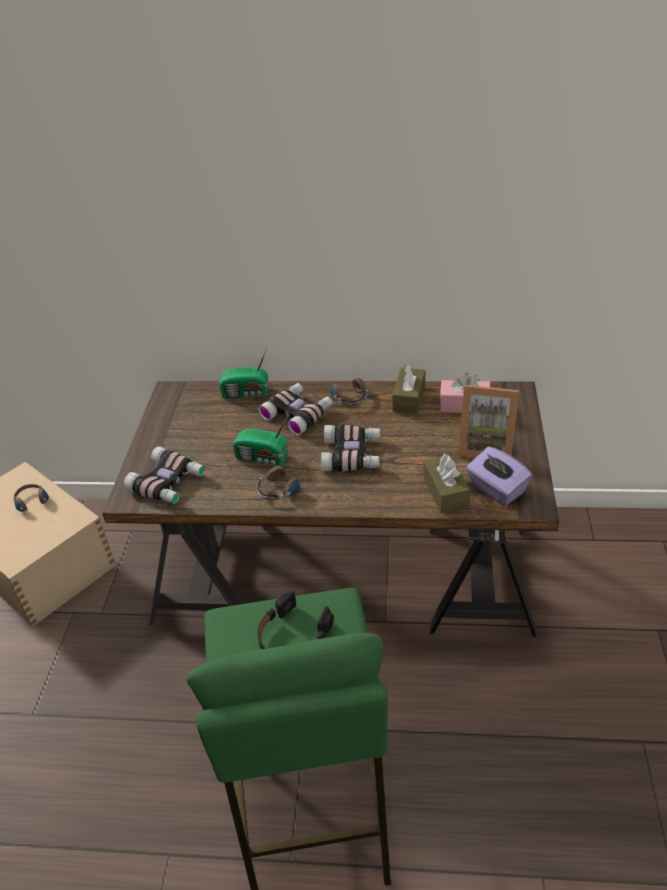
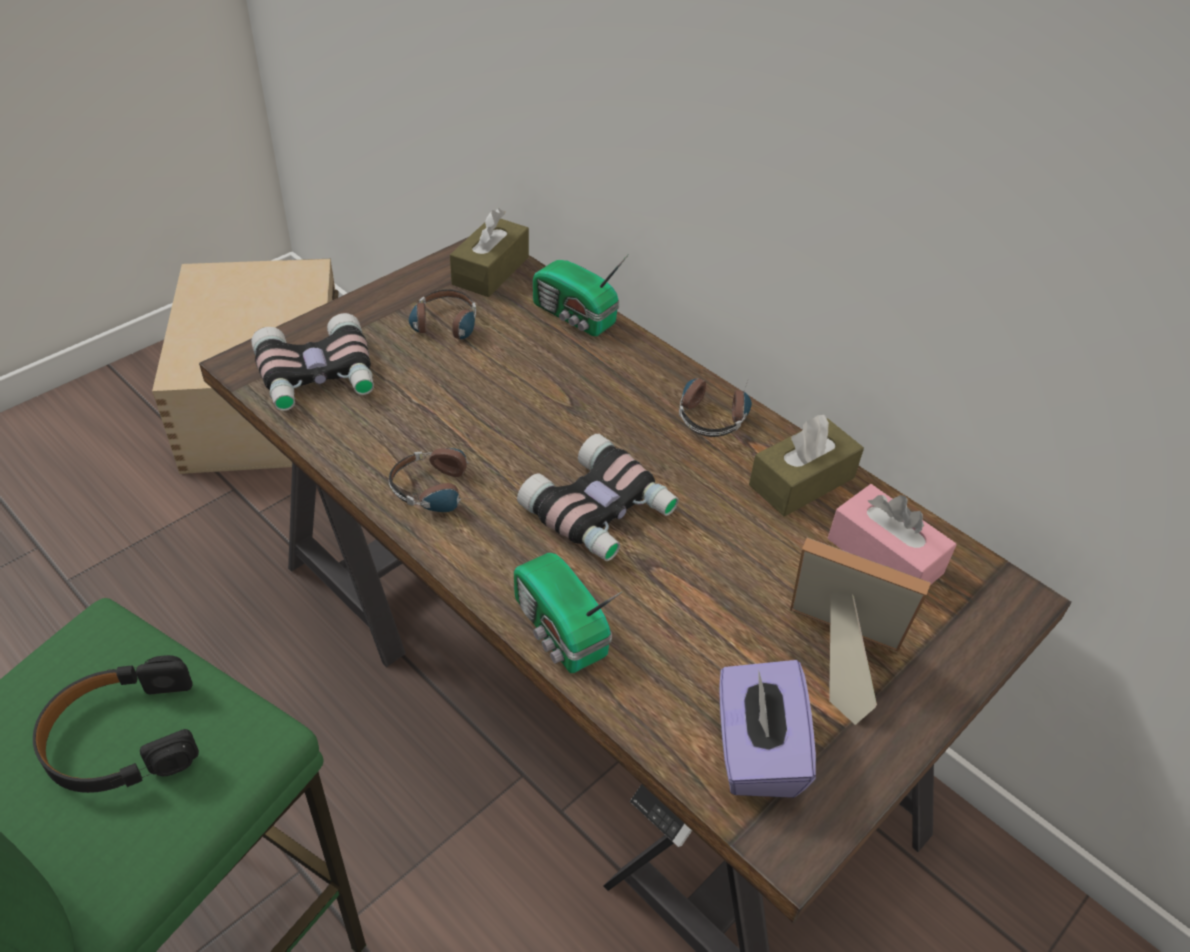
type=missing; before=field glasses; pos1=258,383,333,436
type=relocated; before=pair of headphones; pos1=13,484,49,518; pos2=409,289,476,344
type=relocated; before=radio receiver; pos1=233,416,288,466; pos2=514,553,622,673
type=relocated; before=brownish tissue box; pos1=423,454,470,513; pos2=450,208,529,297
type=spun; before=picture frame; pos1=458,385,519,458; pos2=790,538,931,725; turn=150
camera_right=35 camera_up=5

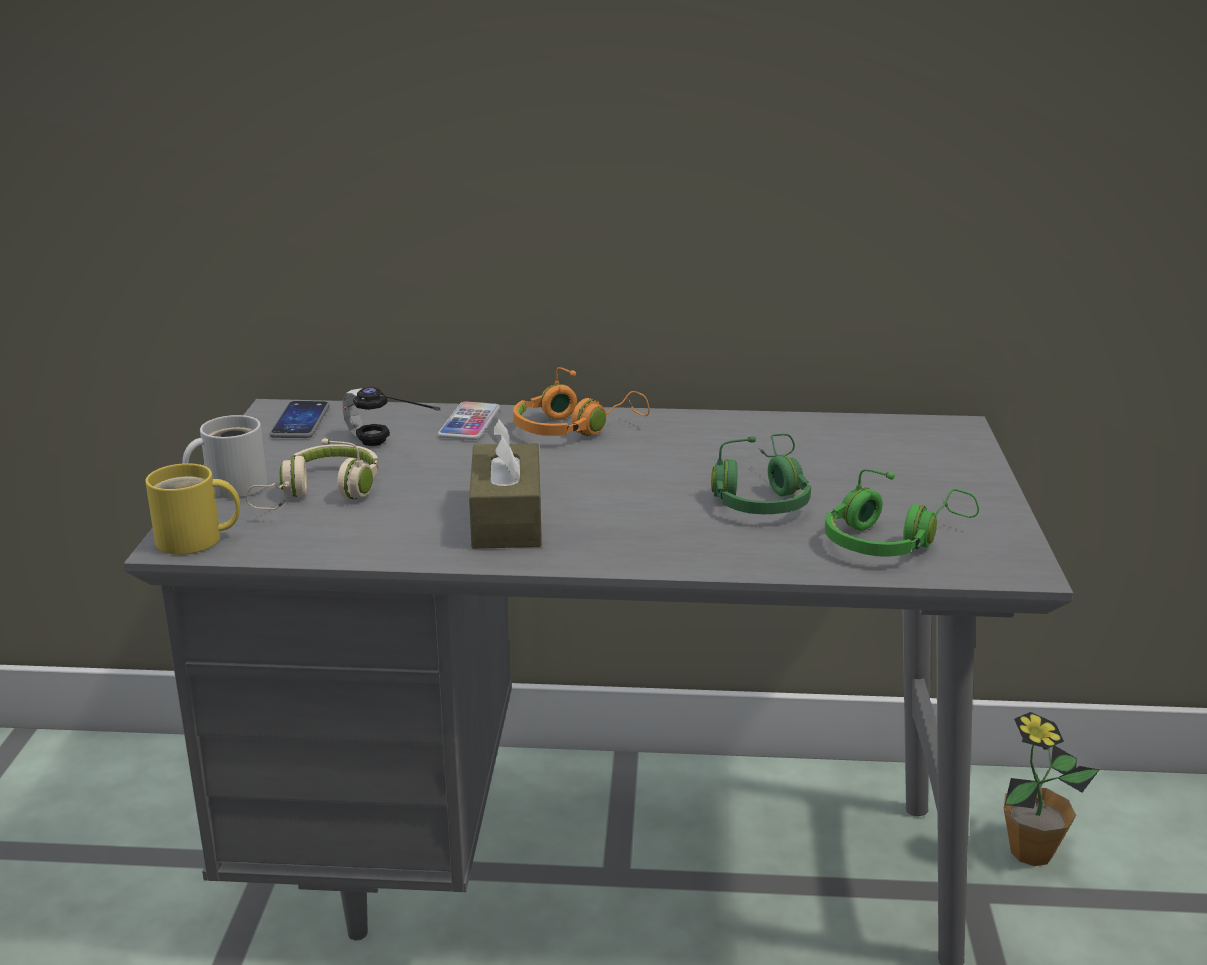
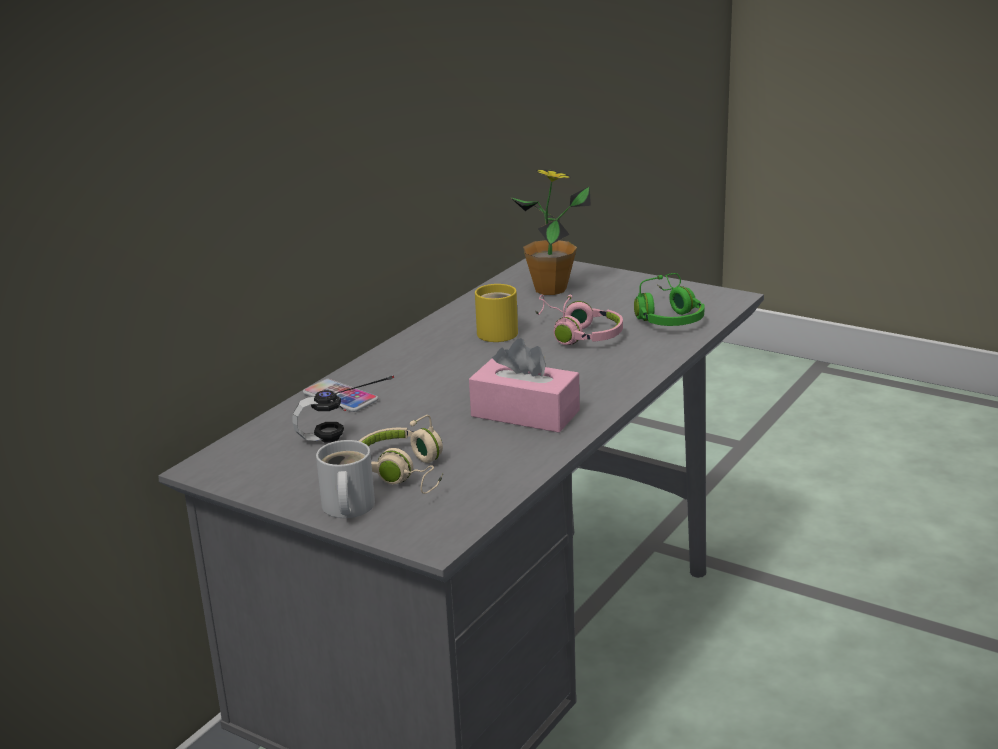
type=missing; before=handset; pos1=270,401,330,438
type=missing; before=orange-coloured pair of headphones; pos1=513,367,650,436
type=relocated; before=yellowish coffee mug; pos1=145,463,240,555; pos2=475,284,518,342
type=relocated; before=plant in a pot; pos1=1004,712,1099,866; pos2=510,169,591,295
type=colour; before=brownish tissue box; after=pink-coloured tissue box; pos1=469,418,542,549; pos2=469,338,580,433
type=colour; before=greenish pair of headphones; after=pink-coloured pair of headphones; pos1=711,434,811,514; pos2=535,295,623,345
camera_right=-60 camera_up=0

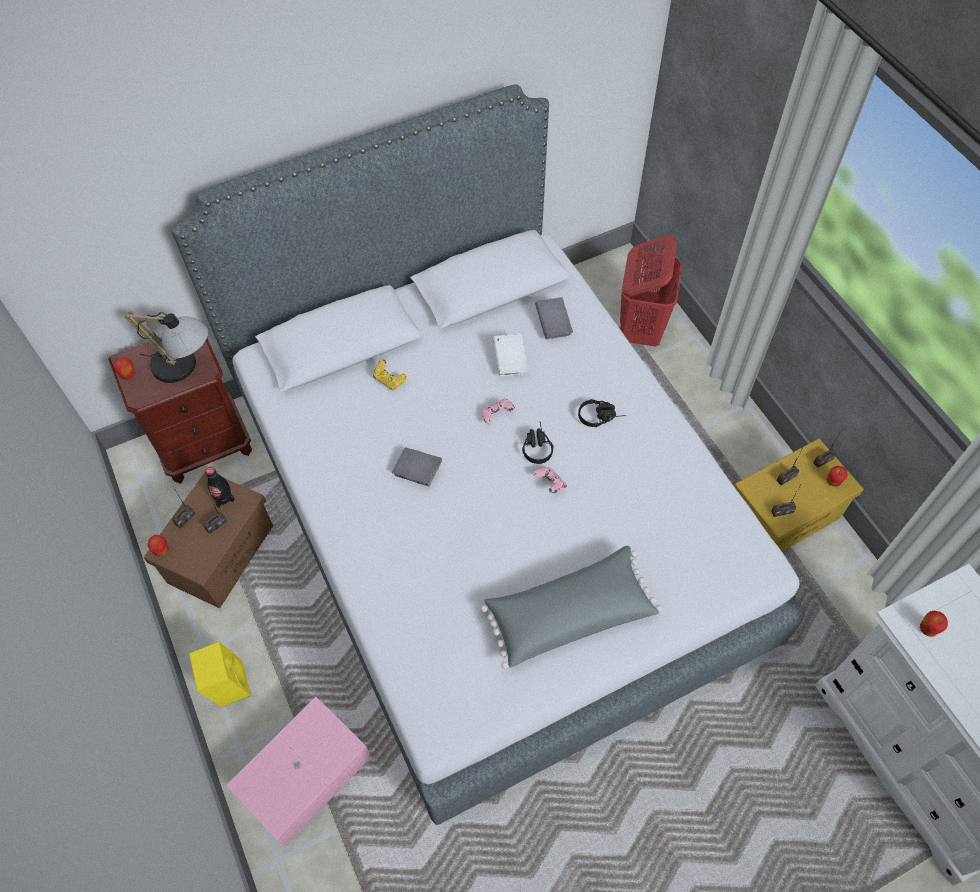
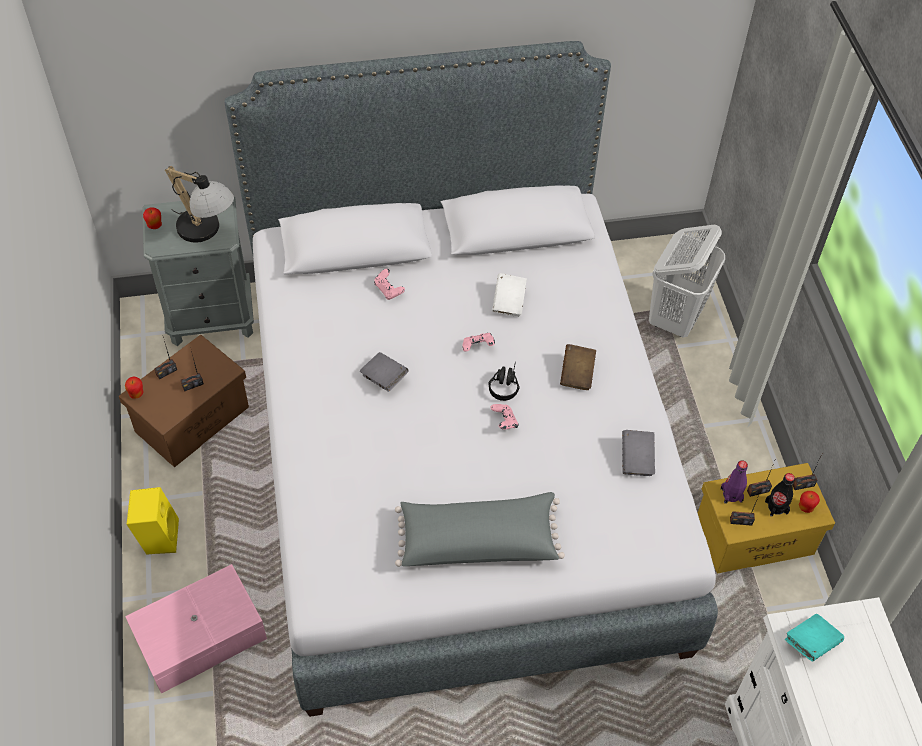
type=appeared; after=purple-coloured bottle; pos2=721,460,748,504
type=relocated; before=black-coloured bottle; pos1=205,467,235,508; pos2=765,473,795,517
type=relocated; before=gray book; pos1=535,297,573,339; pos2=622,430,655,476
type=exchanged; before=black-coloured pair of headphones; after=brownish book; pos1=578,399,626,427; pos2=560,344,596,390
type=exchanged; before=apple fruit; after=blue-green book; pos1=920,611,948,637; pos2=785,614,844,662
type=colour; before=brownish night table; after=gray night table; pos1=108,337,252,484; pos2=142,197,254,346
type=colour; before=yellowish joypad; after=pink-coloured joypad; pos1=373,359,407,390; pos2=374,269,405,300
type=colour; before=reddish hamper; after=white hamper; pos1=620,235,682,347; pos2=649,225,725,338
camera_right=15 camera_up=-5

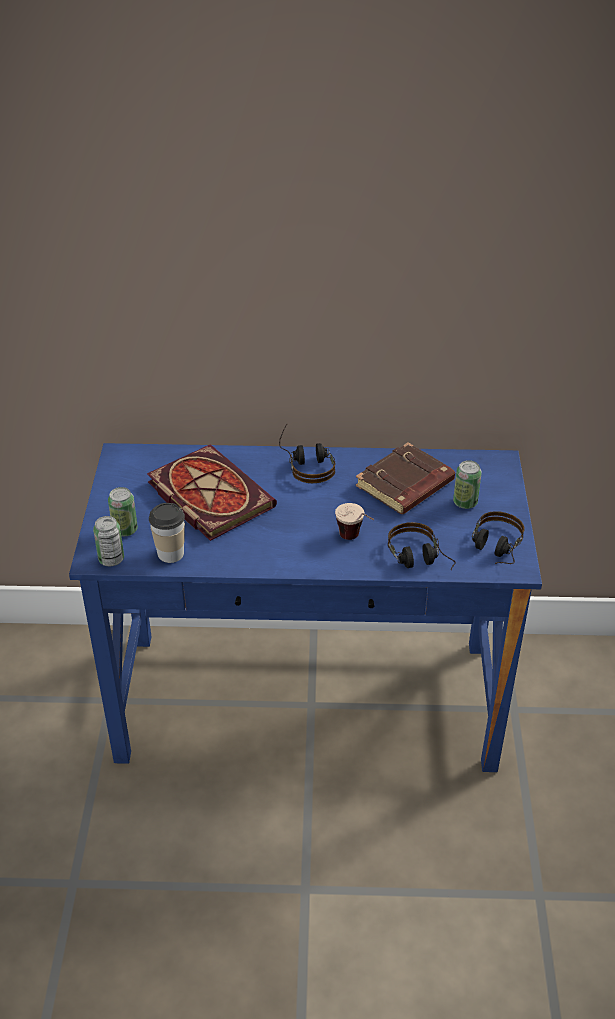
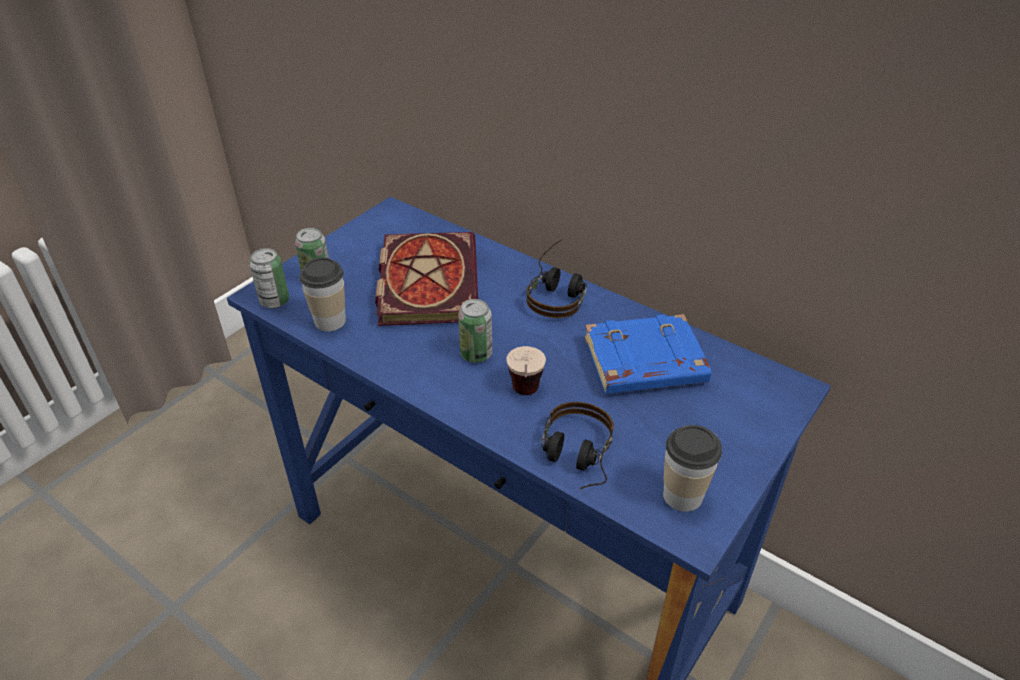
type=relocated; before=sealed can; pos1=453,460,482,509; pos2=458,299,492,363
type=exchanged; before=pair of headphones; after=drinking cup; pos1=472,511,525,564; pos2=663,425,722,512
type=colour; before=brownish book; after=blue book; pos1=356,442,455,514; pos2=585,314,711,394
camera_right=35 camera_up=0

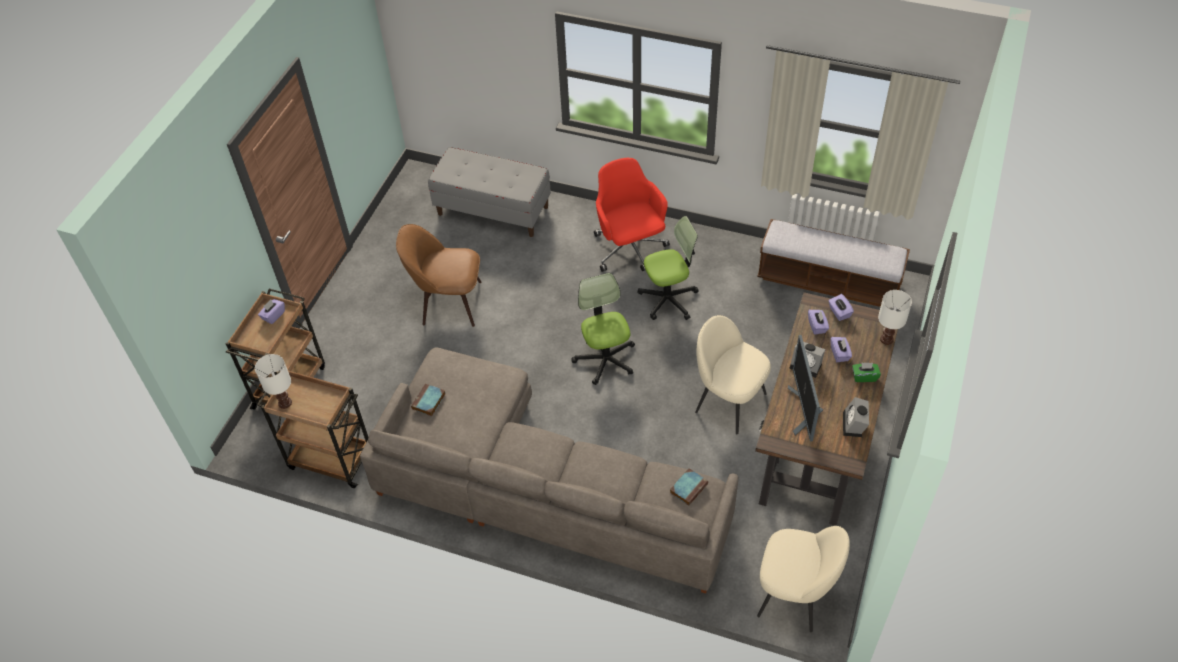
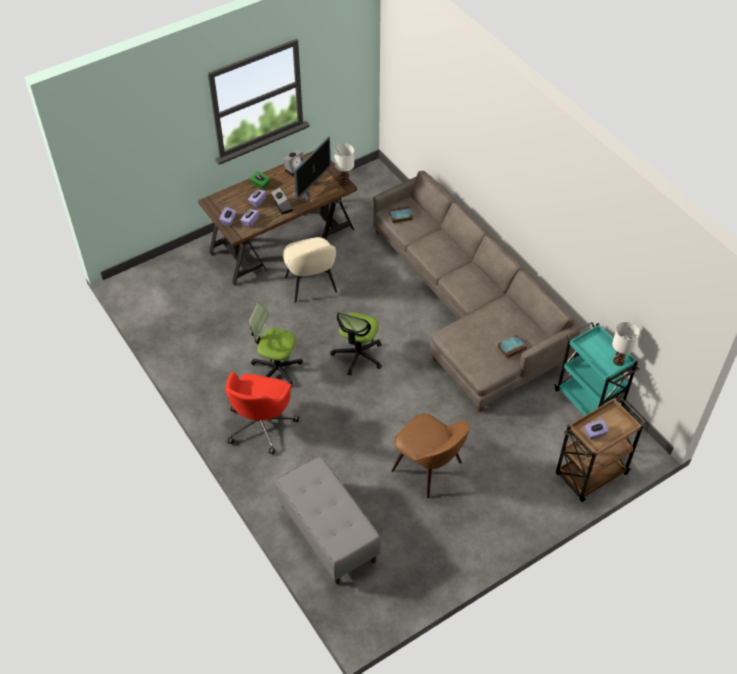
type=missing; before=long seat; pos1=757,219,910,307
type=missing; before=beige-coloured upright chair; pos1=757,526,850,632
type=relocated; before=white tabletop lamp; pos1=878,290,912,345; pos2=334,144,354,186
type=colour; before=brownish trolley; after=blue-green trolley; pos1=257,371,369,488; pos2=554,322,639,416
camera_right=-145 camera_up=0

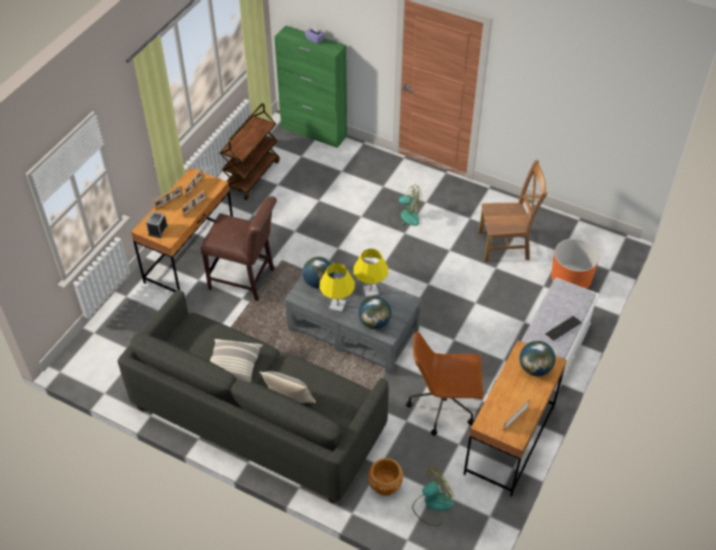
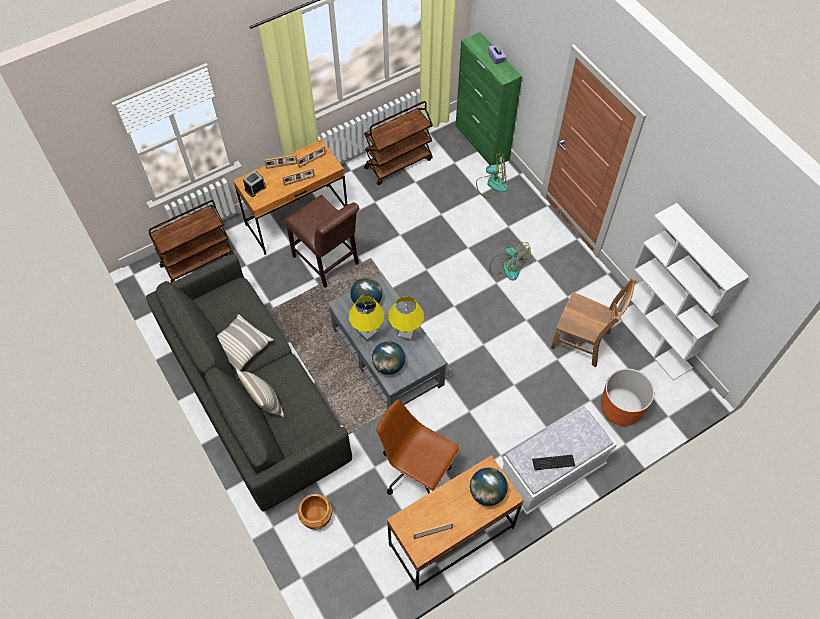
type=appeared; after=brownish trolley; pos2=149,200,234,283
type=appeared; after=white shelving unit; pos2=617,203,749,380
type=relocated; before=electric fan; pos1=412,466,454,526; pos2=476,153,508,199
camera_right=30 camera_up=10

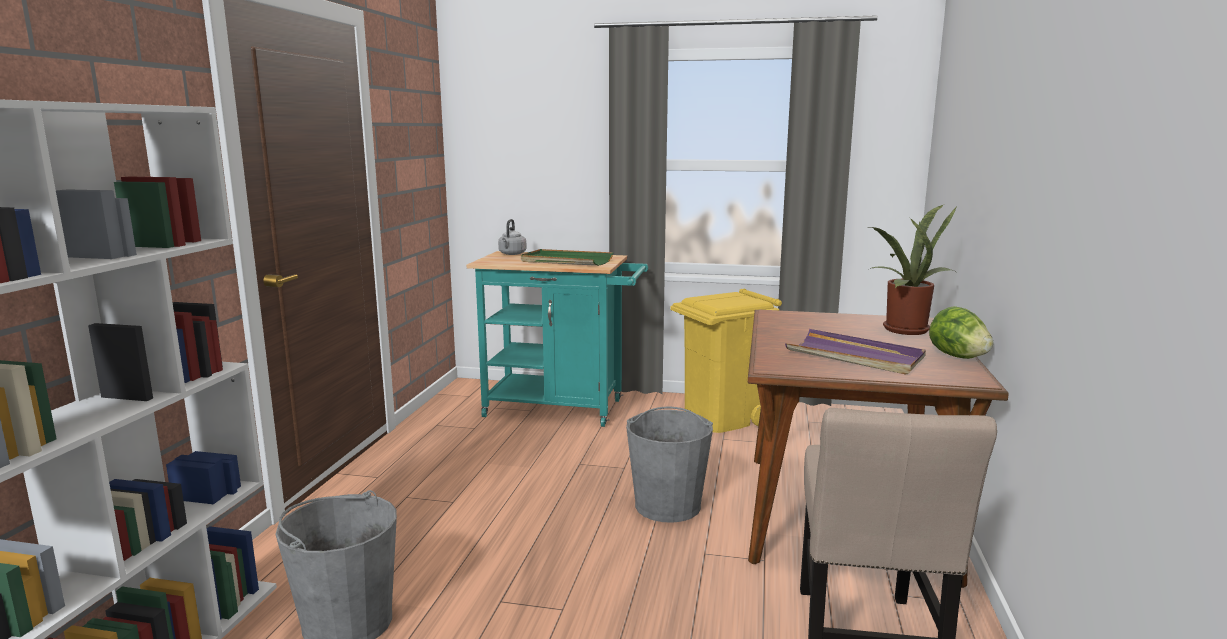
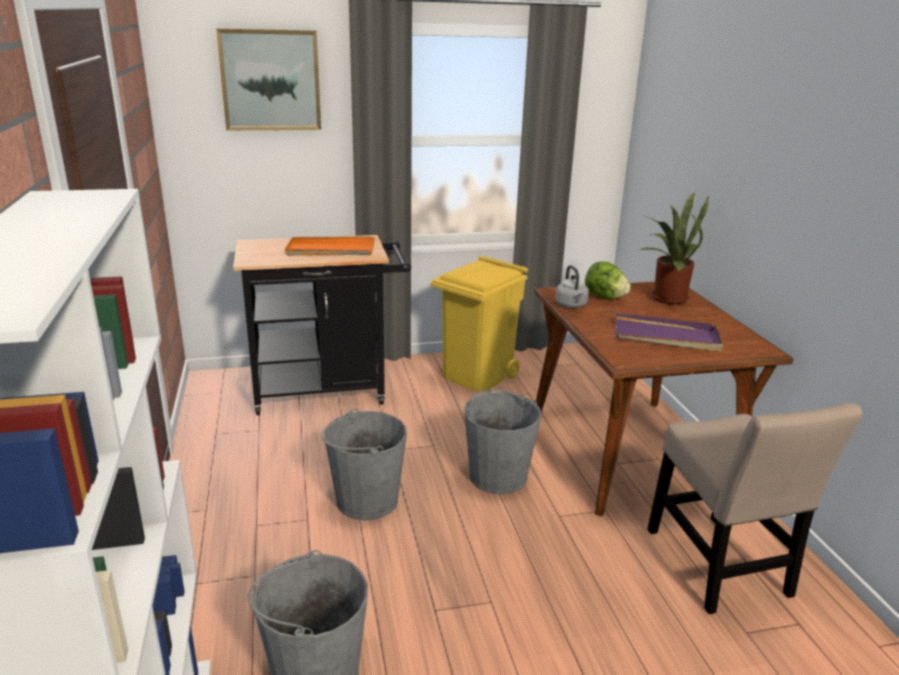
type=appeared; after=wall picture; pos2=216,28,321,130
type=appeared; after=gray pail; pos2=321,409,407,520
type=relocated; before=gray kettle; pos1=498,219,527,255; pos2=555,265,589,308
type=relocated; before=lettuce head; pos1=929,306,994,359; pos2=585,261,631,299
type=colour; before=blue-green trolley; after=black-coloured trolley; pos1=466,251,648,427; pos2=233,235,411,415
type=colour; before=greenish serving tray; after=orange-coloured serving tray; pos1=521,249,613,266; pos2=285,237,374,256
camera_right=-25 camera_up=10

